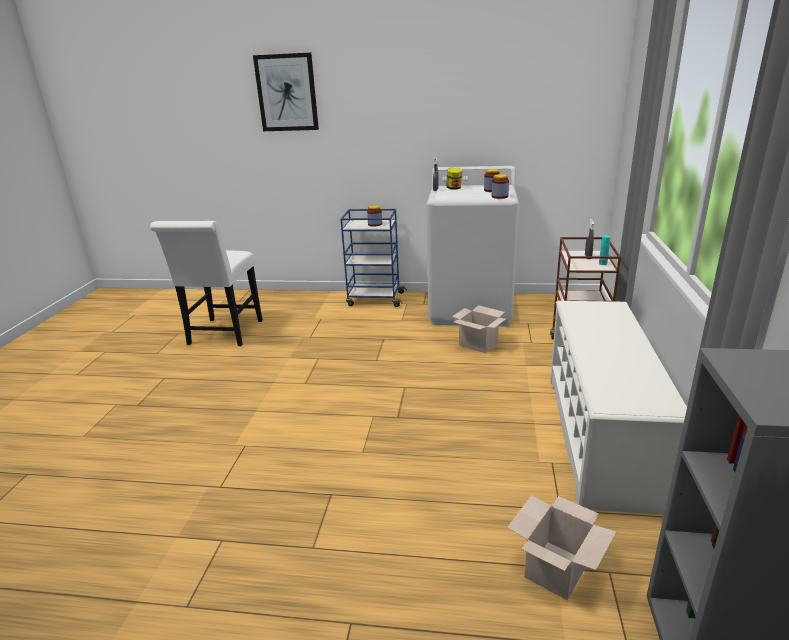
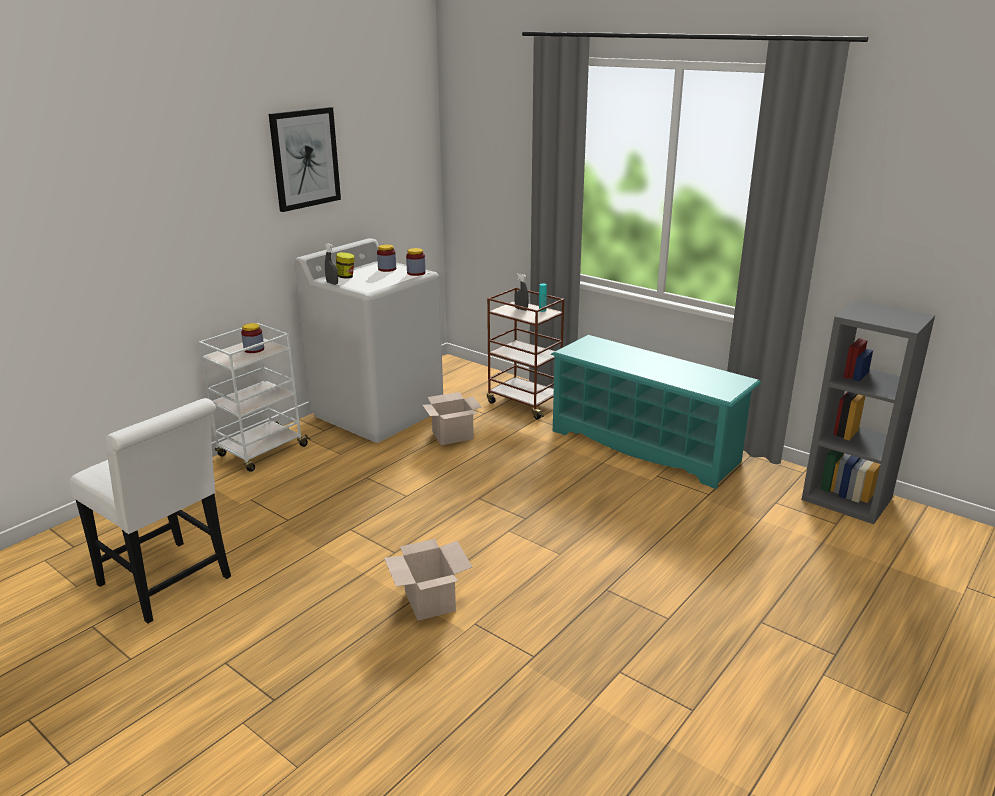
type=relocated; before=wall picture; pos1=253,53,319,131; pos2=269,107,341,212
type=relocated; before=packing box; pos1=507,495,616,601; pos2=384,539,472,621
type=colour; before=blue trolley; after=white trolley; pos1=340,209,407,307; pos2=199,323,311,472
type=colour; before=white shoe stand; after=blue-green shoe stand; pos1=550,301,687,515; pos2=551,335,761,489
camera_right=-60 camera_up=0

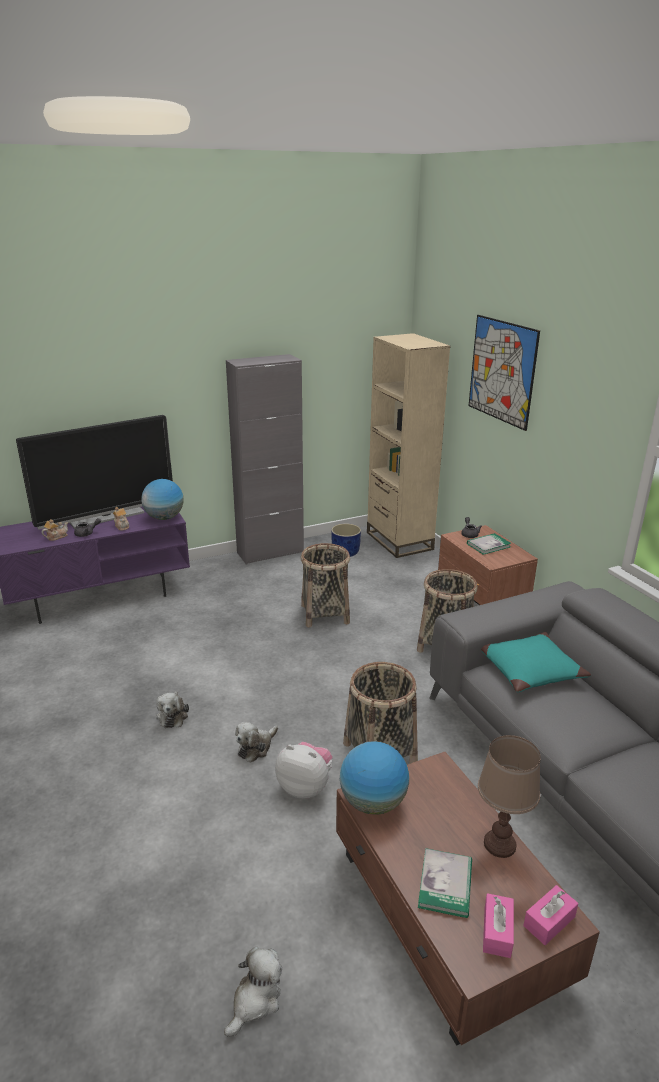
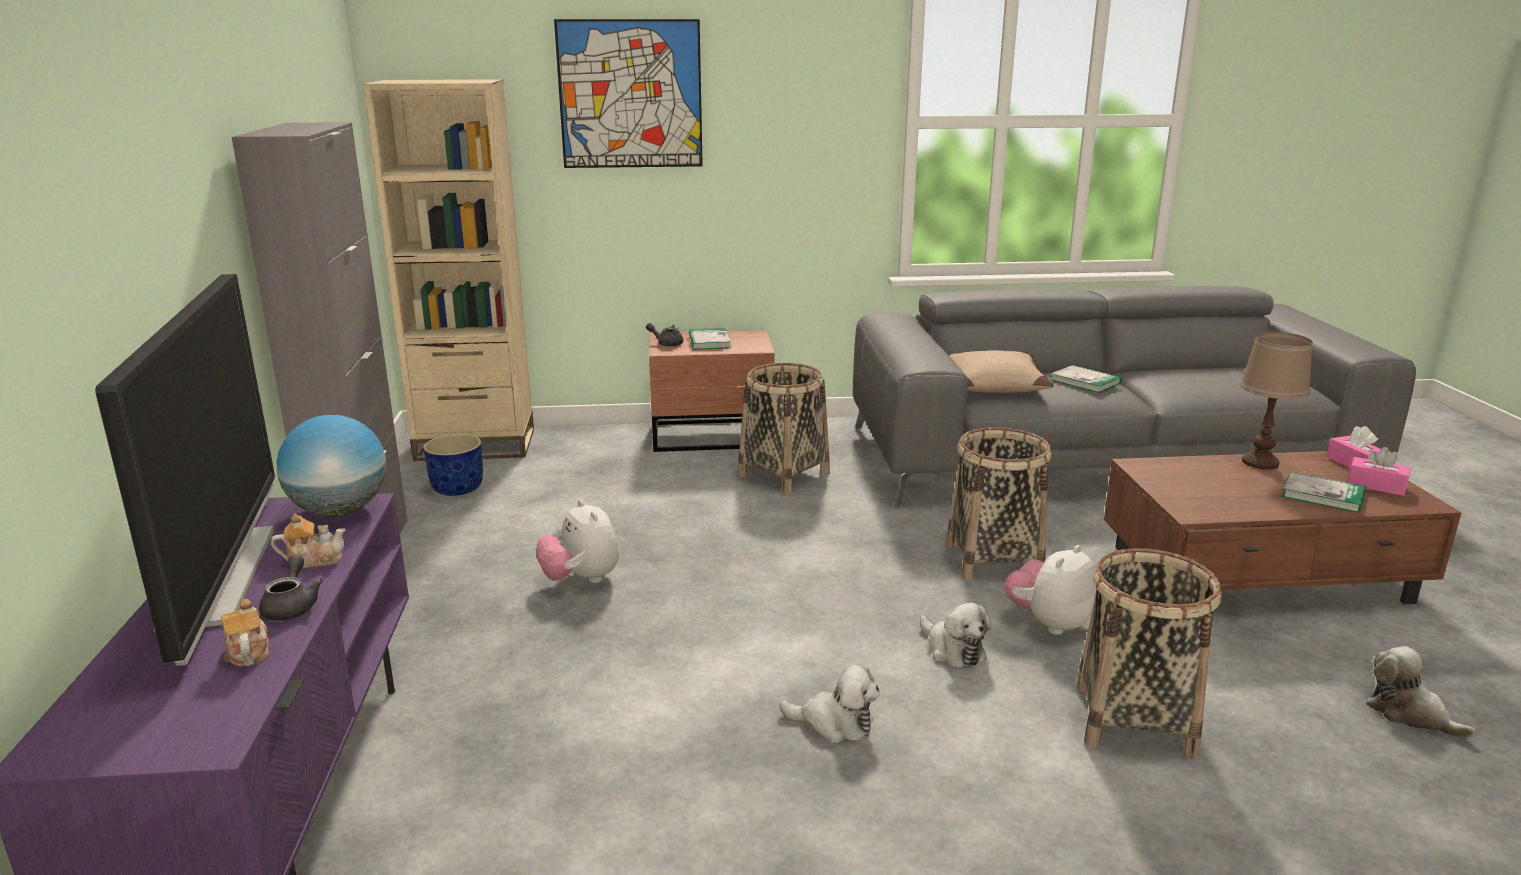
type=missing; before=desk globe; pos1=340,741,409,815
type=appeared; after=plush toy; pos2=536,500,619,583
type=appeared; after=book; pos2=1050,365,1122,393
type=relocated; before=storage basket; pos1=301,543,350,627; pos2=1076,548,1222,759
type=colour; before=blue-green throw pillow; after=beige-coloured throw pillow; pos1=481,632,591,692; pos2=948,351,1054,393
camera_right=-70 camera_up=-5

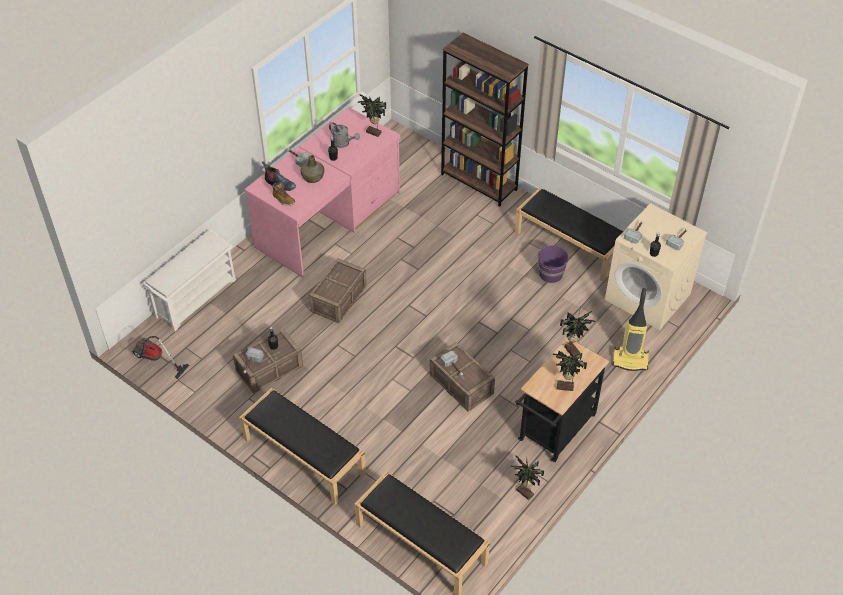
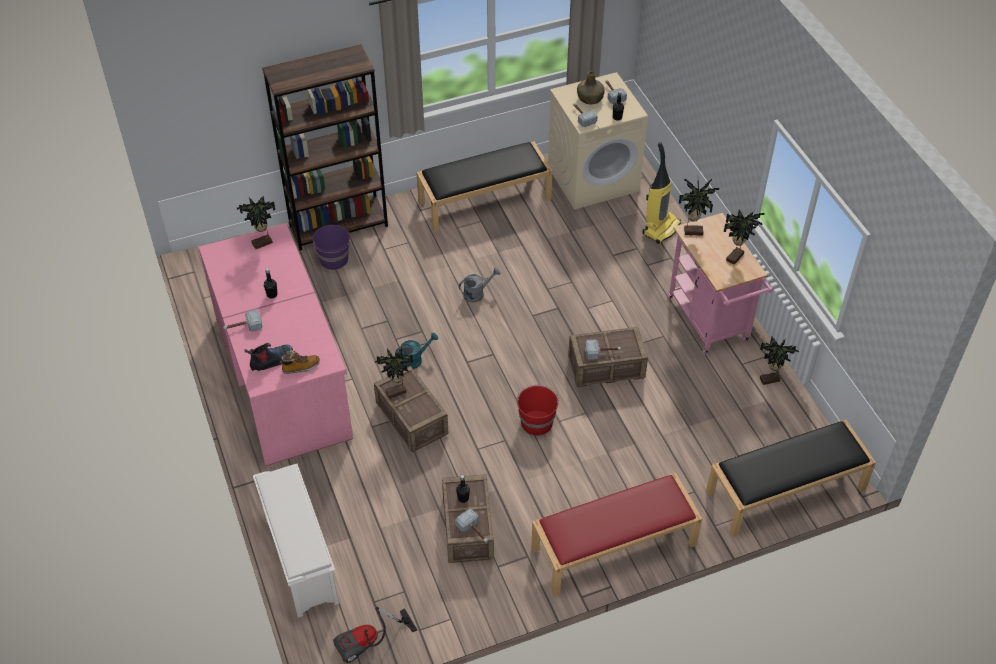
type=appeared; after=plant in a pot; pos2=375,347,413,399
type=appeared; after=blue-green sprinkling can; pos2=395,333,438,369
type=appeared; after=reddish pail; pos2=517,385,559,436
type=relocated; before=greenish bottle; pos1=301,155,324,183; pos2=577,71,605,104
type=relocated; before=gray sprinkling can; pos1=329,122,360,148; pos2=459,267,500,303
type=relocated; before=purple-coloured pail; pos1=536,245,569,283; pos2=313,225,351,270
type=colour; before=black-coloured long seat; after=reddish long seat; pos1=239,388,366,505; pos2=531,473,702,596
type=colour; before=black-coloured trolley; after=pink-coloured trolley; pos1=515,338,609,462; pos2=667,213,773,355
camera_right=-60 camera_up=0

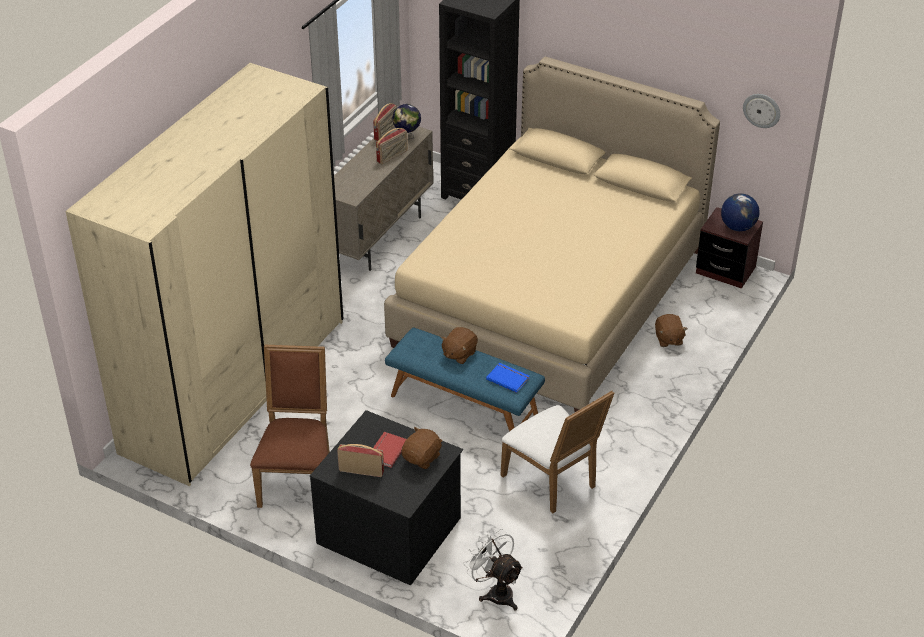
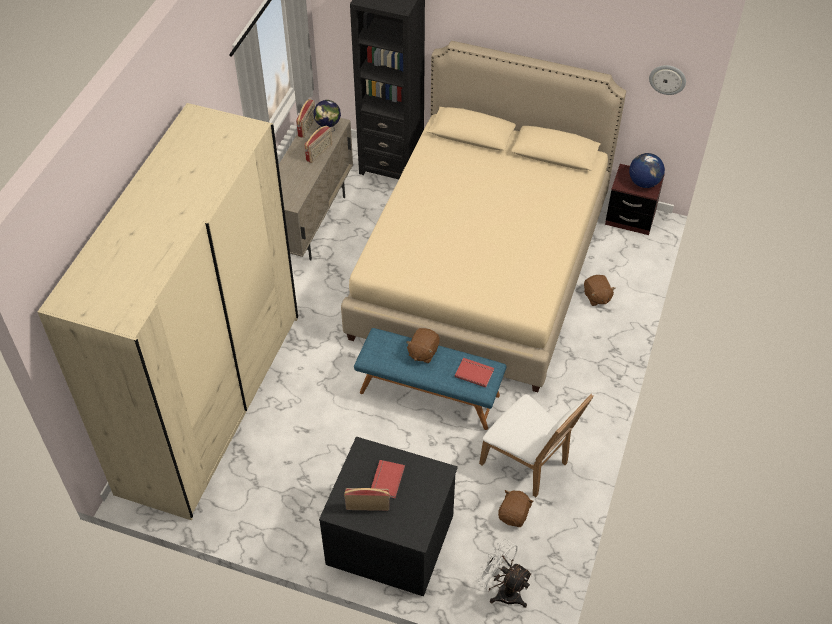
type=missing; before=brownish upright chair; pos1=250,344,330,508
type=relocated; before=brownish plush toy; pos1=401,427,443,469; pos2=498,490,534,527
type=colour; before=blue book; after=reddish book; pos1=486,363,530,393; pos2=455,358,494,388
camera_right=-10 camera_up=10

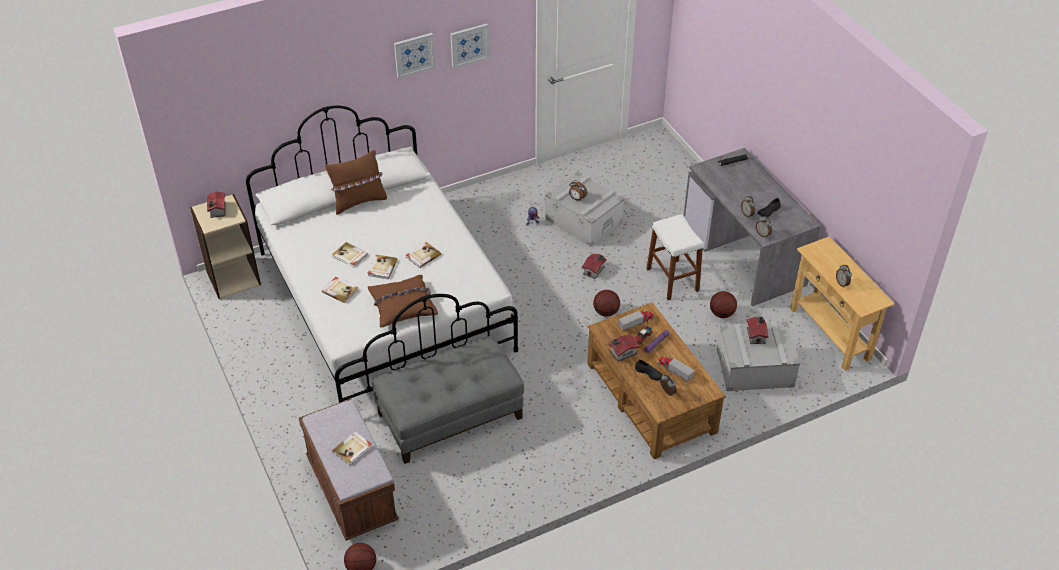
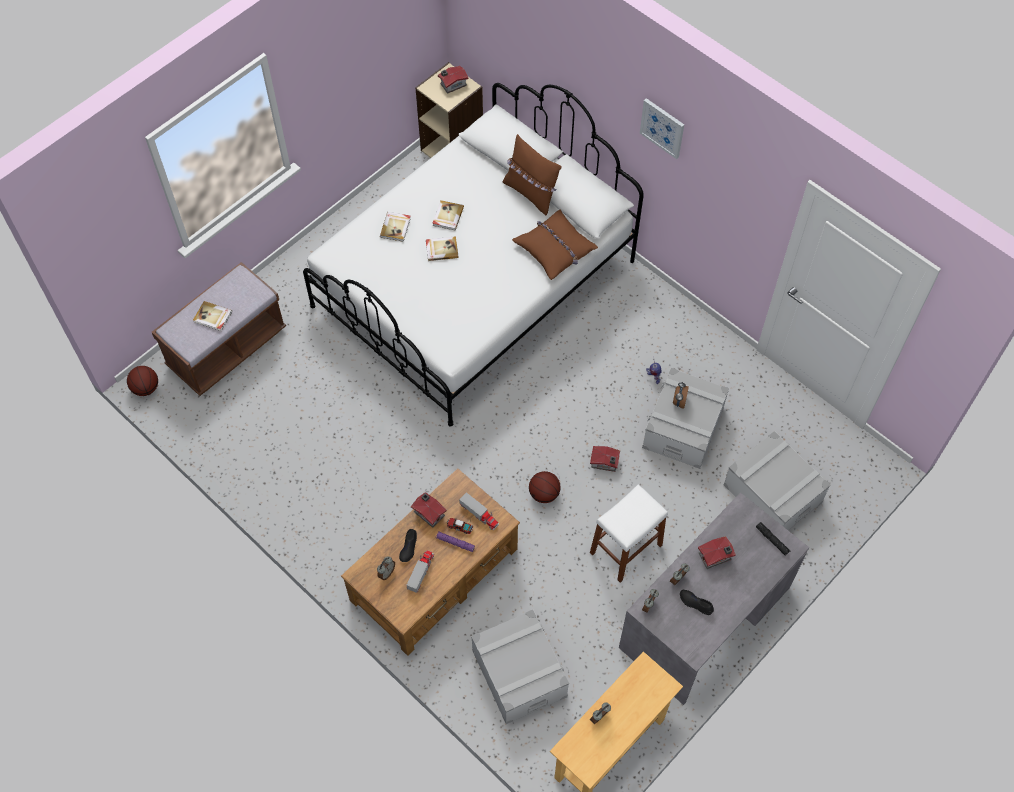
type=missing; before=gray footrest; pos1=372,336,524,464
type=missing; before=book; pos1=406,242,441,268
type=missing; before=wall picture; pos1=450,23,489,68
type=missing; before=basketball; pos1=710,291,737,318
type=appeared; after=gray storage box; pos2=724,431,831,530
type=relocated; before=brownish throw pillow; pos1=368,275,438,328; pos2=512,210,598,280
type=relocated; before=model house; pos1=747,317,768,344; pos2=698,536,736,569
camera_right=70 camera_up=15

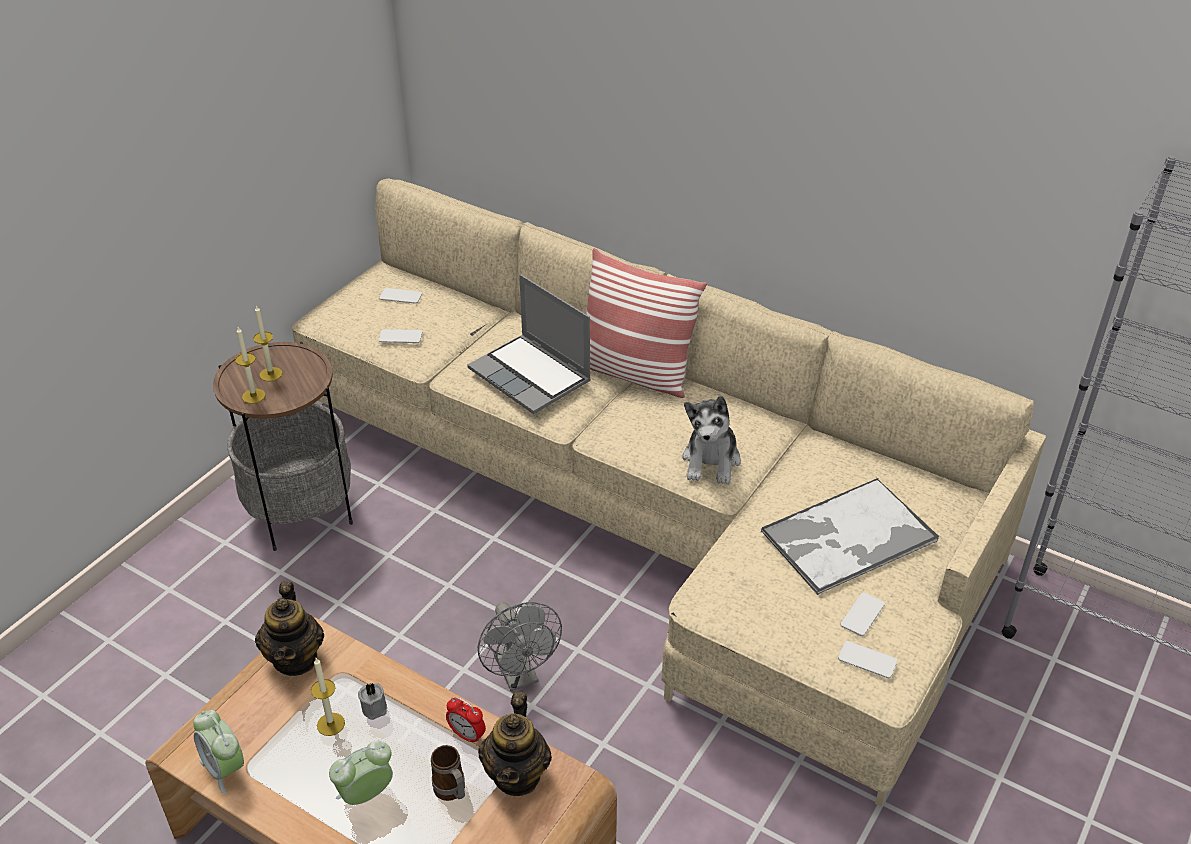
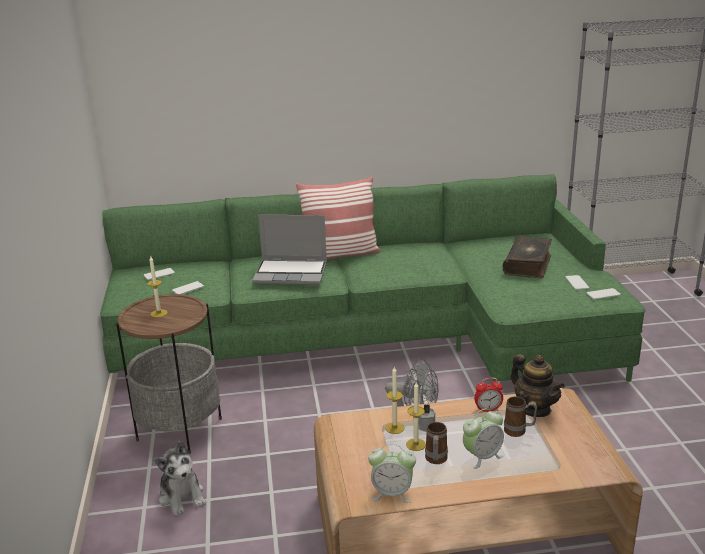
type=missing; before=tea pot; pos1=255,581,324,676
type=appeared; after=coffee mug; pos2=425,422,448,464
type=relocated; before=wax light; pos1=235,327,266,404; pos2=385,367,405,434
type=relocated; before=plush toy; pos1=682,396,741,485; pos2=154,441,206,516
type=exchanged; before=serving tray; after=book; pos1=760,478,939,595; pos2=503,236,552,278
type=colour; before=beige-coloured couch; after=greenish couch; pos1=292,178,1046,807; pos2=100,174,645,382
type=spun; before=table clock; pos1=329,740,393,805; pos2=463,409,504,469; turn=-135
camera_right=-40 camera_up=-15

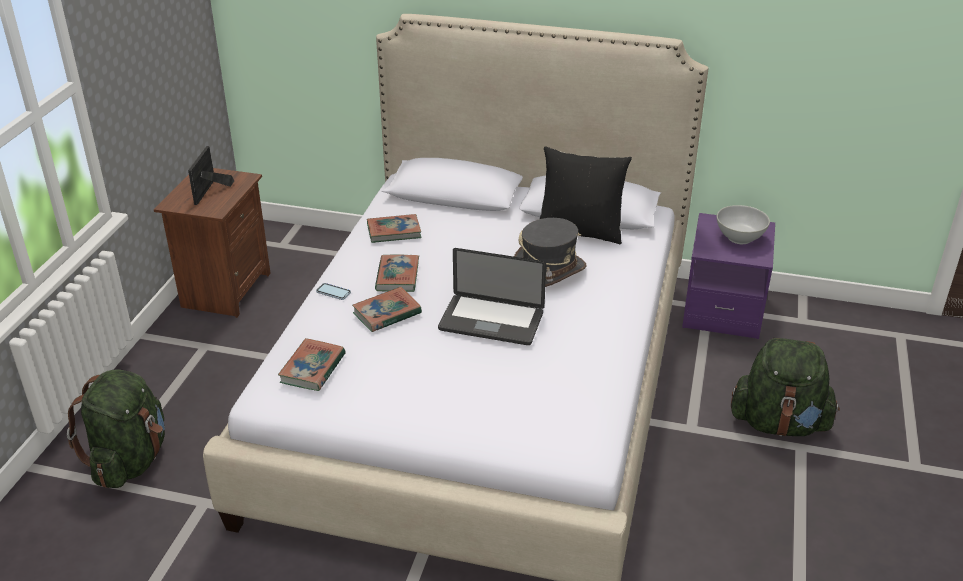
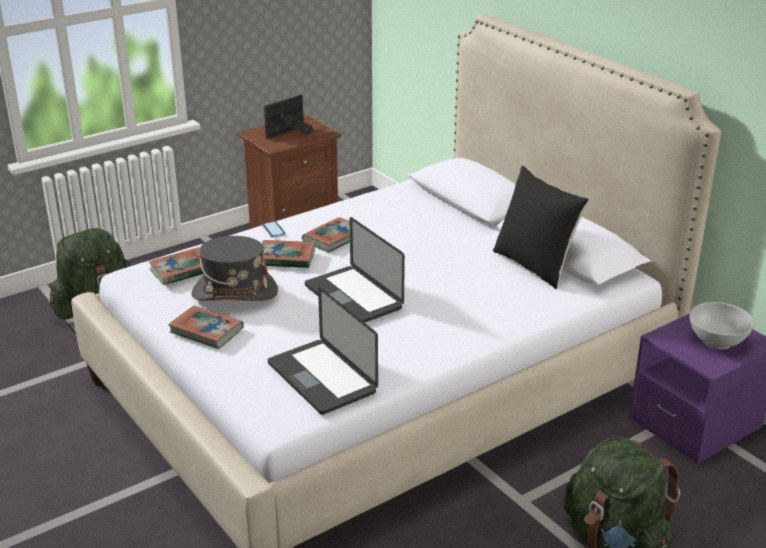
type=appeared; after=laptop; pos2=268,287,378,415
type=relocated; before=book; pos1=367,214,422,243; pos2=168,306,244,349
type=relocated; before=gray wearable hat; pos1=514,218,586,287; pos2=191,236,278,301
camera_right=40 camera_up=-5

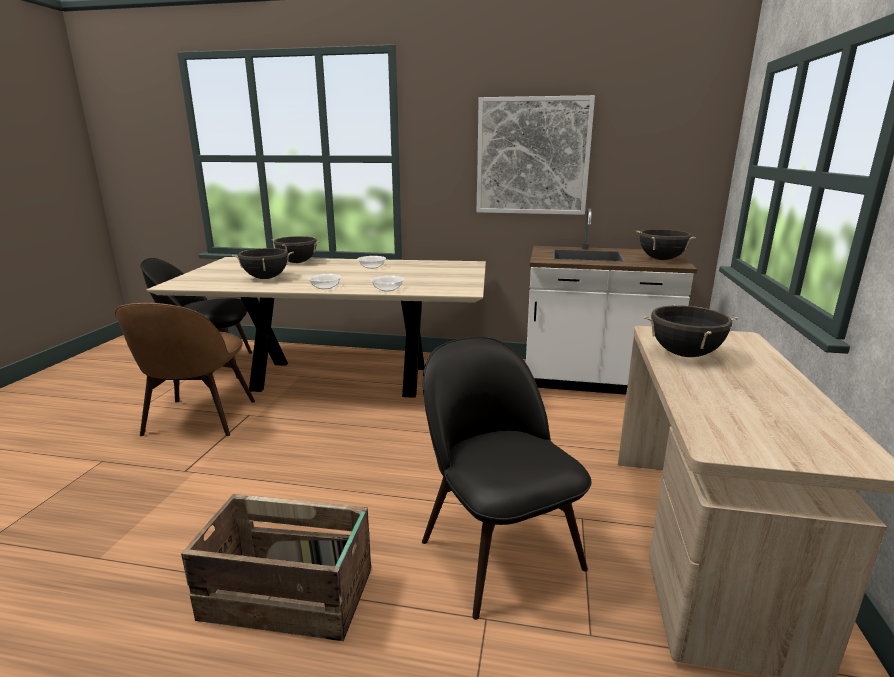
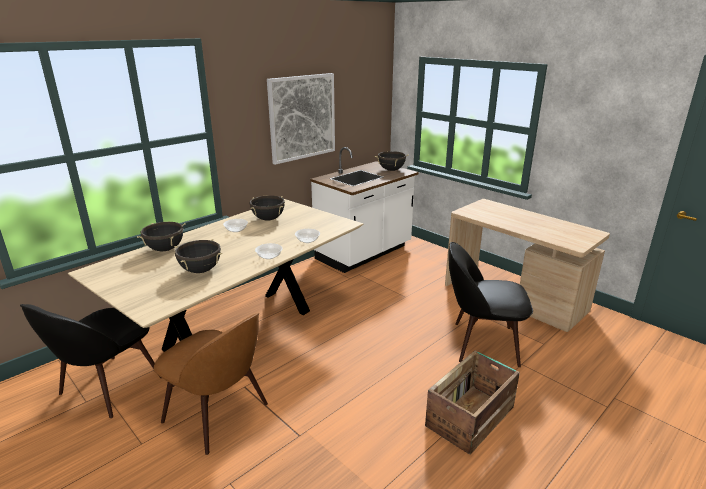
type=relocated; before=black-coloured cooking pot; pos1=644,304,738,357; pos2=250,195,285,221
camera_right=-55 camera_up=5

